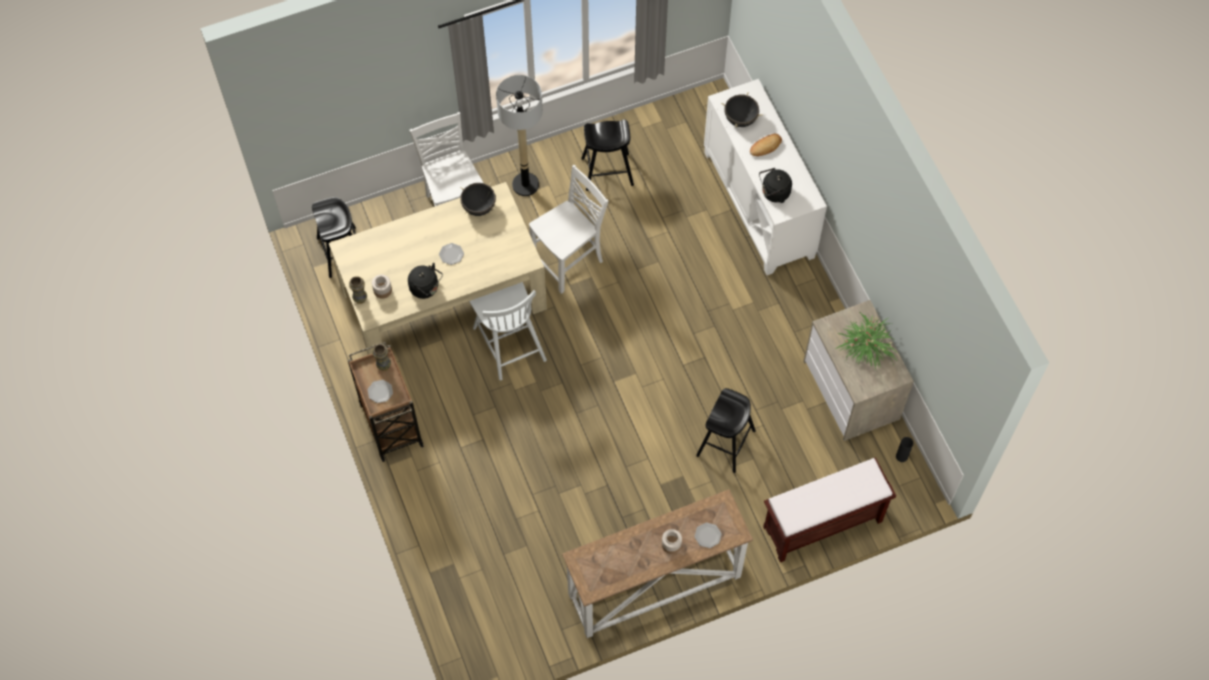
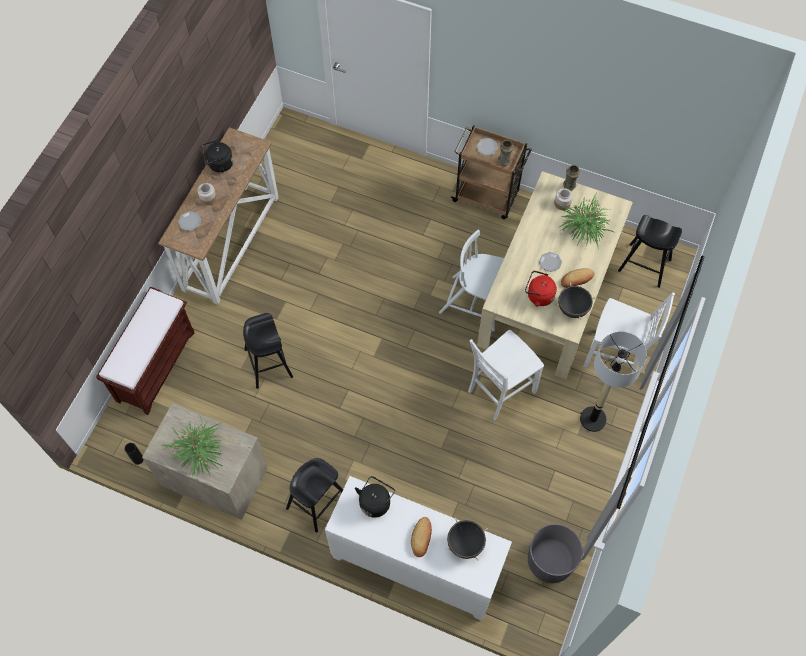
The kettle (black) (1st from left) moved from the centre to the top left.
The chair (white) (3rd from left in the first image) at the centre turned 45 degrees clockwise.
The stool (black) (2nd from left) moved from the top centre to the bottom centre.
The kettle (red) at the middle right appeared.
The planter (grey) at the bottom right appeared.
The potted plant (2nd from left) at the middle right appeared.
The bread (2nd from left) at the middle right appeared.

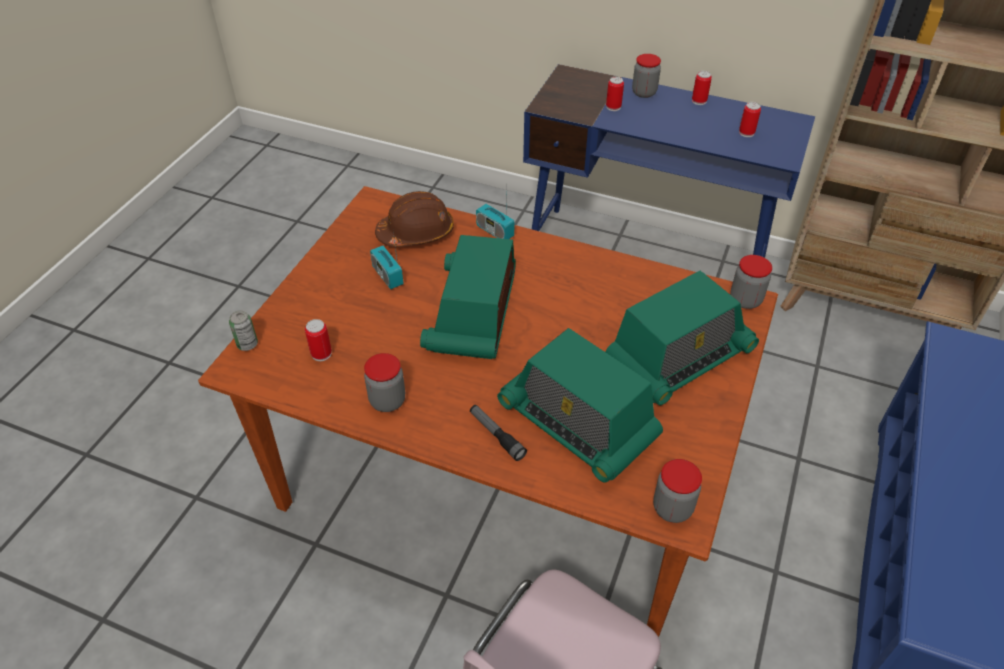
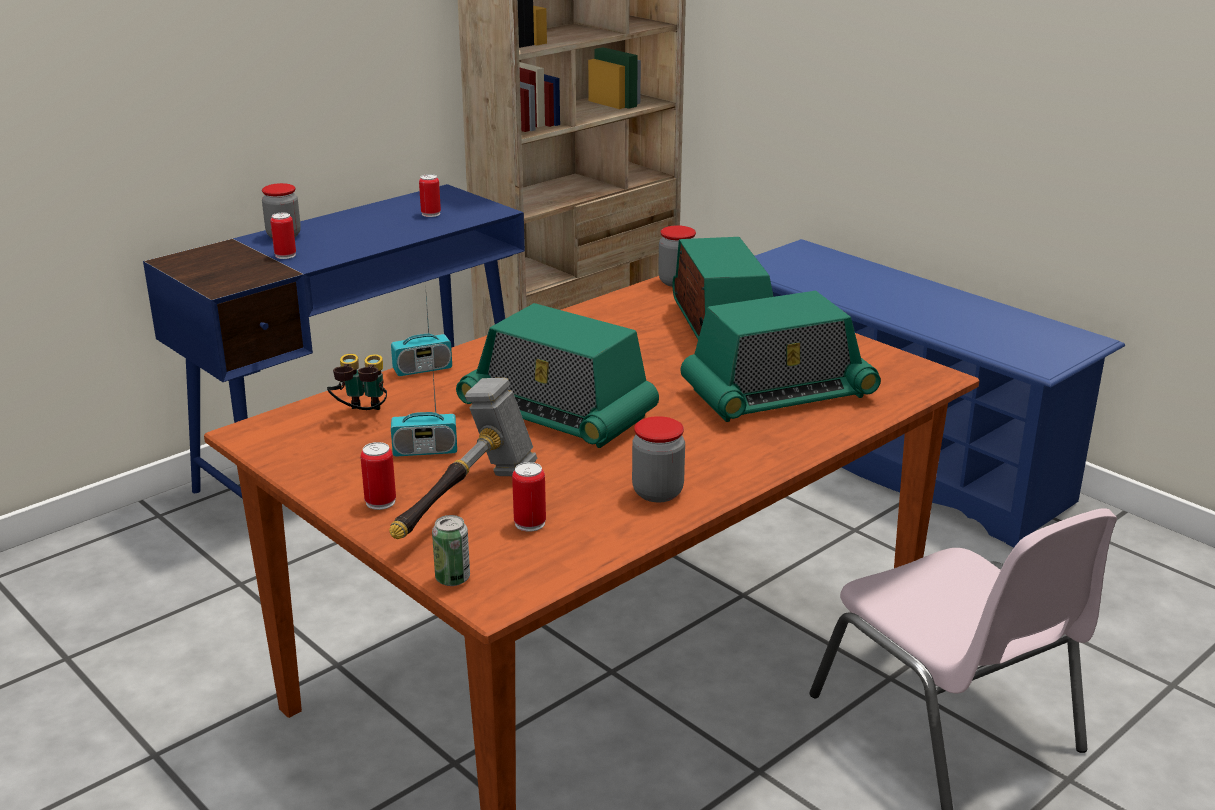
The hard hat (brown) at the top centre was replaced by the binoculars at the middle left.
The flashlight at the centre disappeared.
The jar (3rd from left) at the bottom right disappeared.
The can (4th from left in the first image) moved from the top right to the middle left.
The hammer at the centre appeared.

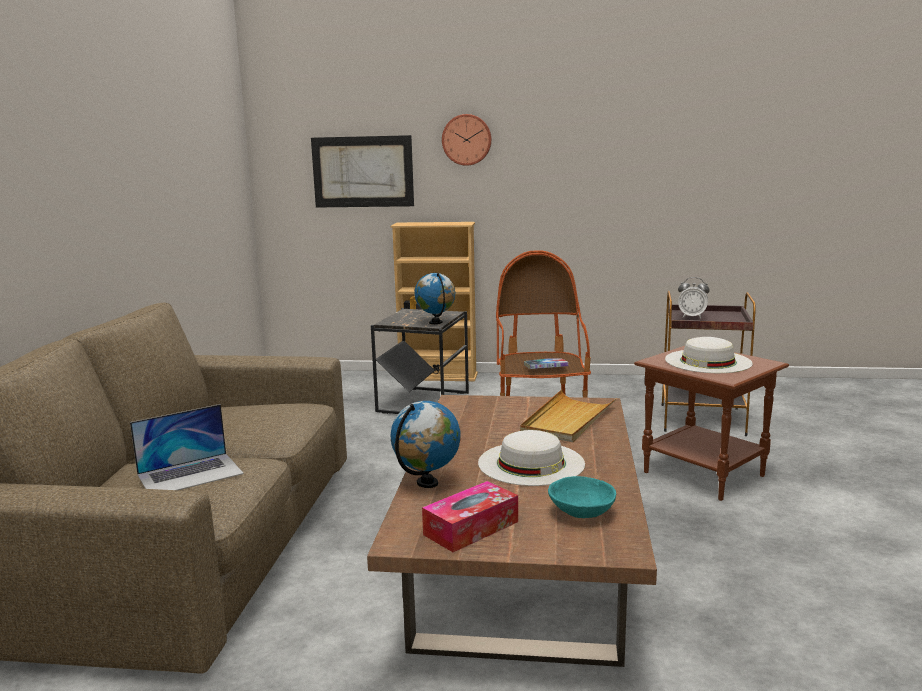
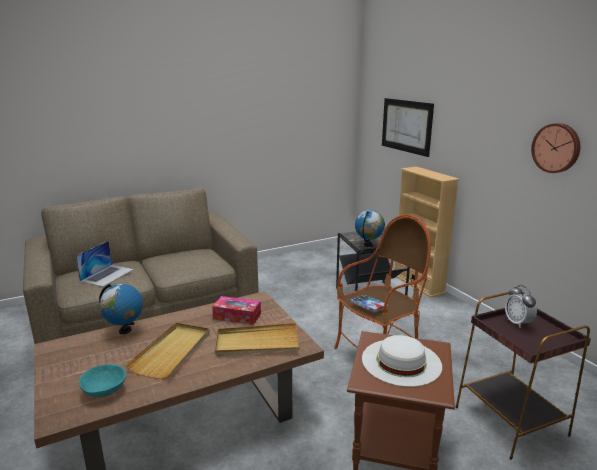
The laptop at the middle left turned 90 degrees counterclockwise.
The tissue box moved from the bottom centre to the centre.
The wall clock moved from the top centre to the top right.
The hat (white) (1st from left) at the centre was replaced by the tray (beige) (1st from left) at the bottom left.

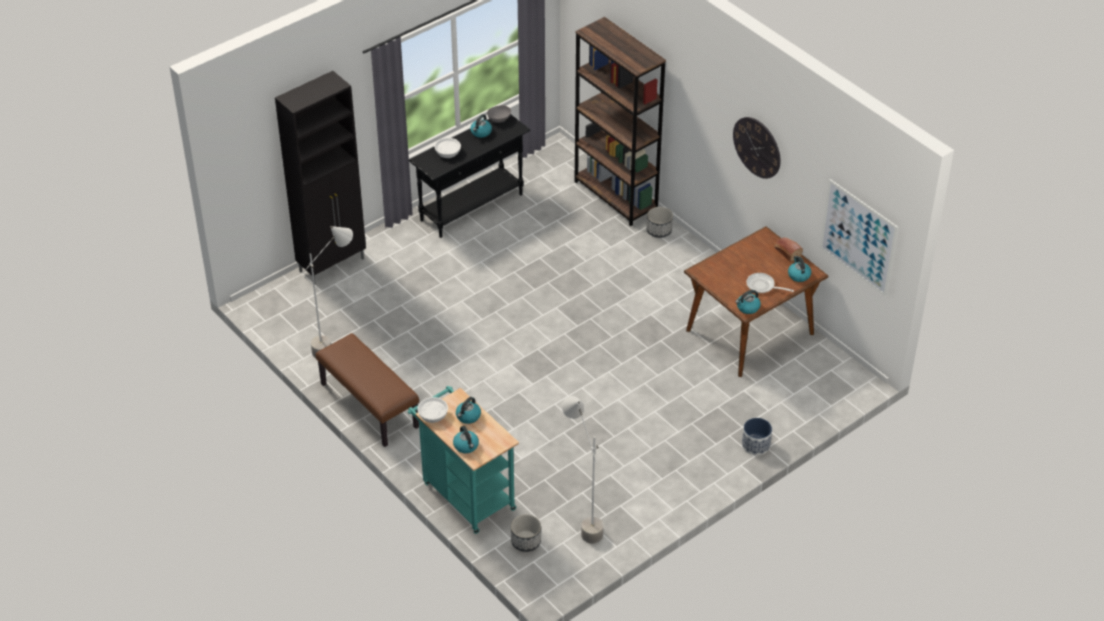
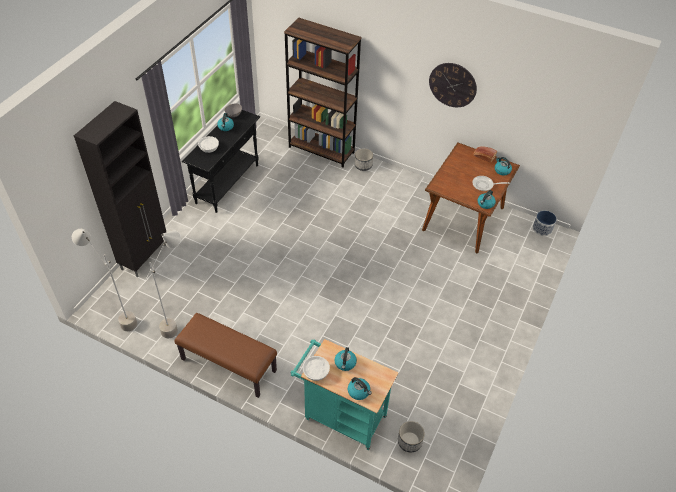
The floor lamp (grey) (2nd from left in the first image) moved from the bottom centre to the middle left.
The planter (3rd from left) moved from the bottom right to the middle right.
The picture at the middle right disappeared.

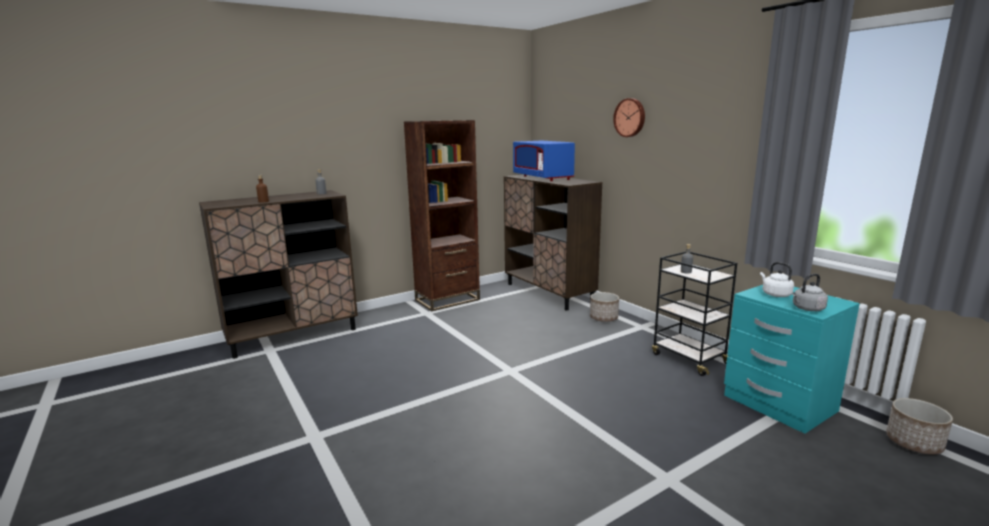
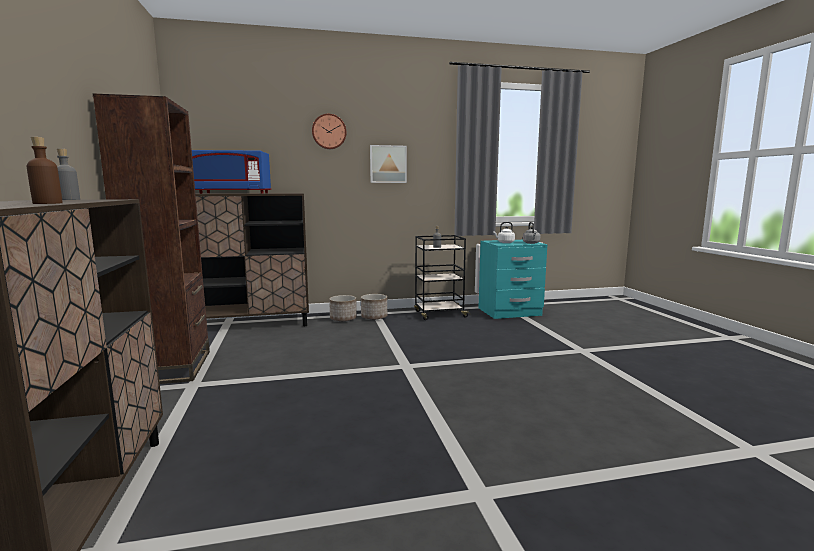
The planter (2nd from left) moved from the bottom right to the centre.
The picture at the top centre appeared.

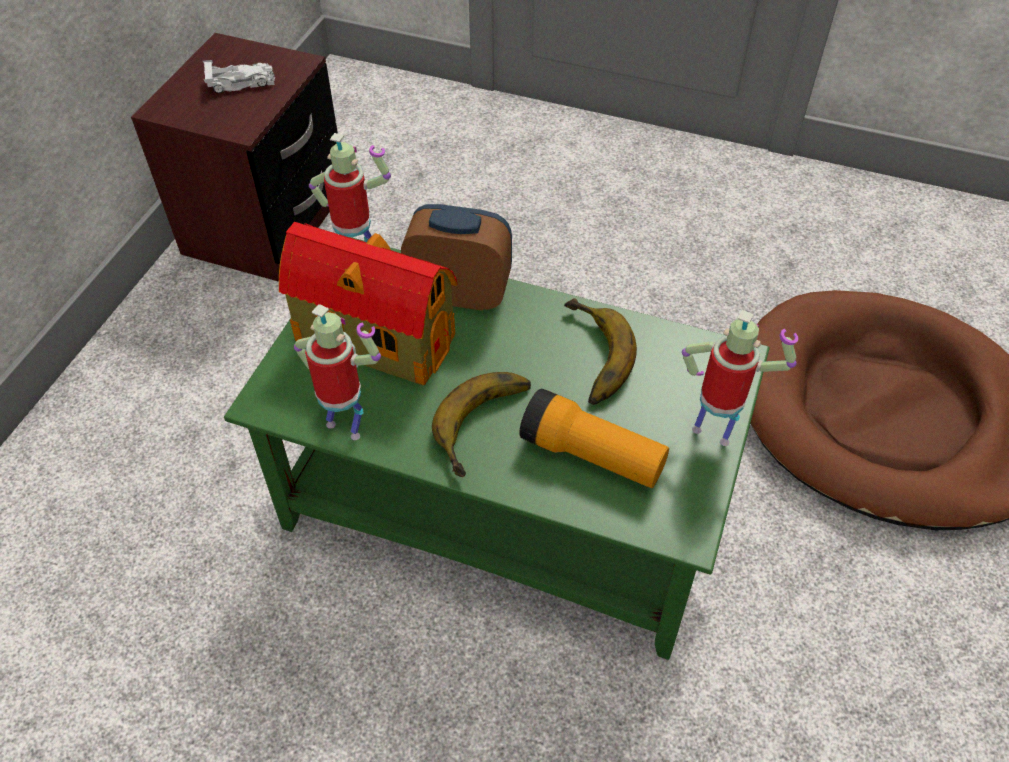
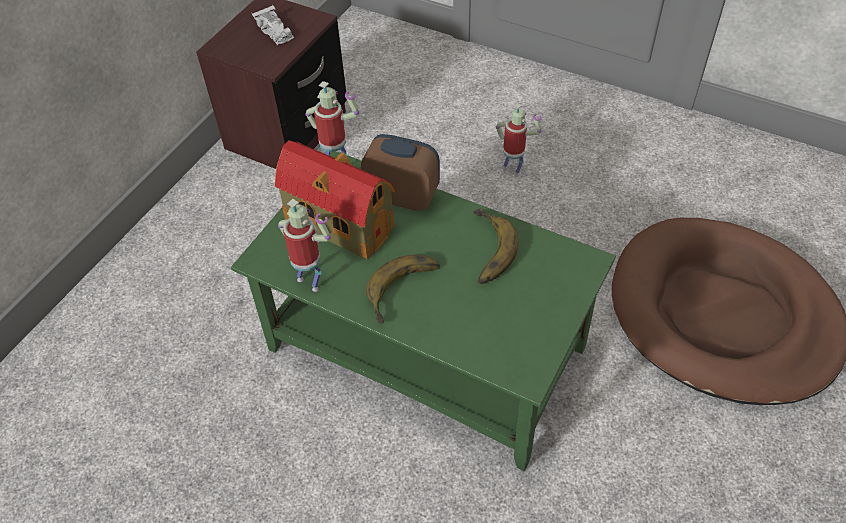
The toy car (white) at the top left turned 60 degrees clockwise.
The flashlight at the centre disappeared.
The toy robot (3rd from left) moved from the middle right to the top centre.

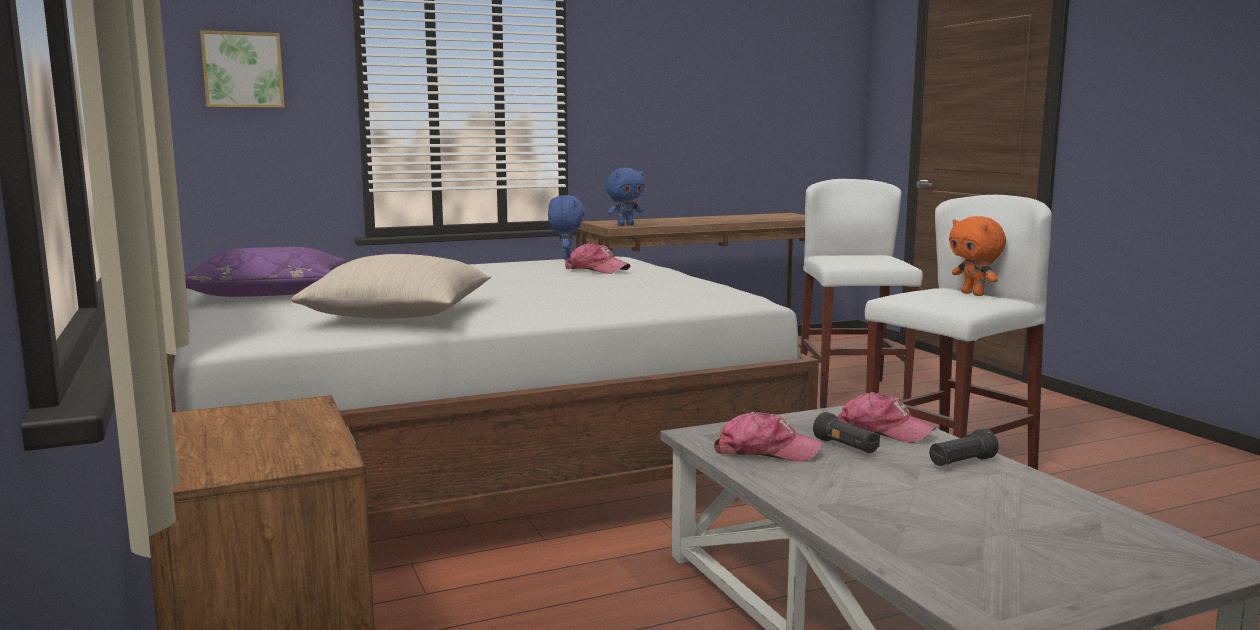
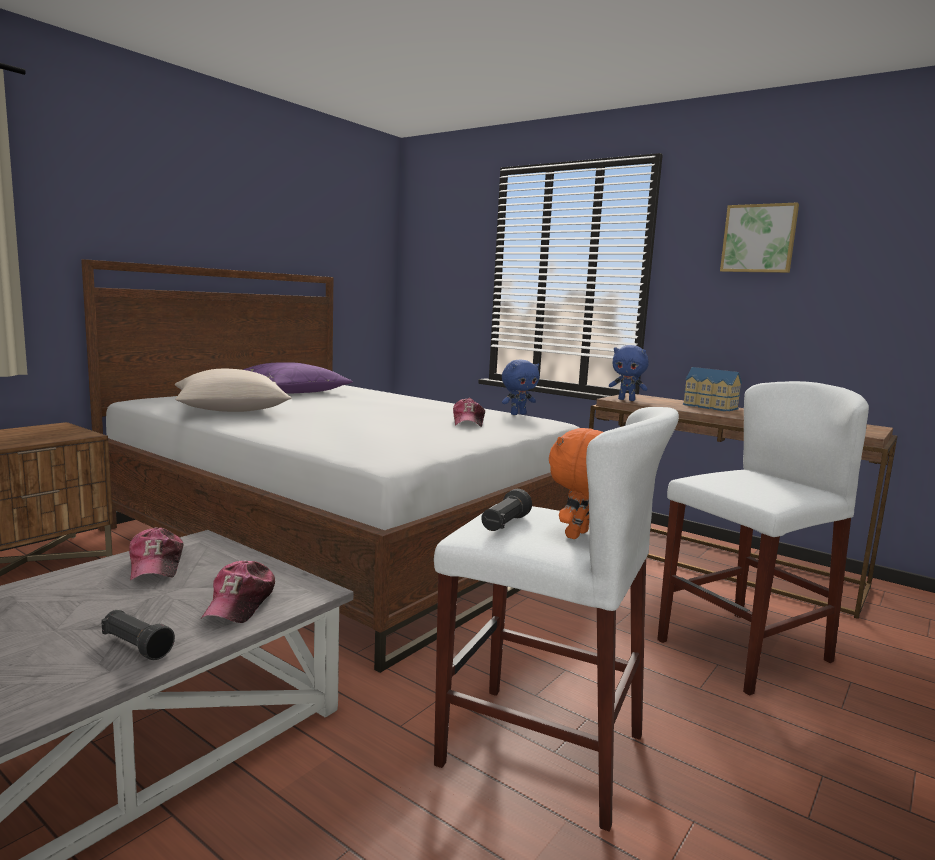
The picture moved from the top left to the top right.
The flashlight (black) (1st from left in the first image) moved from the bottom right to the centre.
The toy house at the middle right appeared.

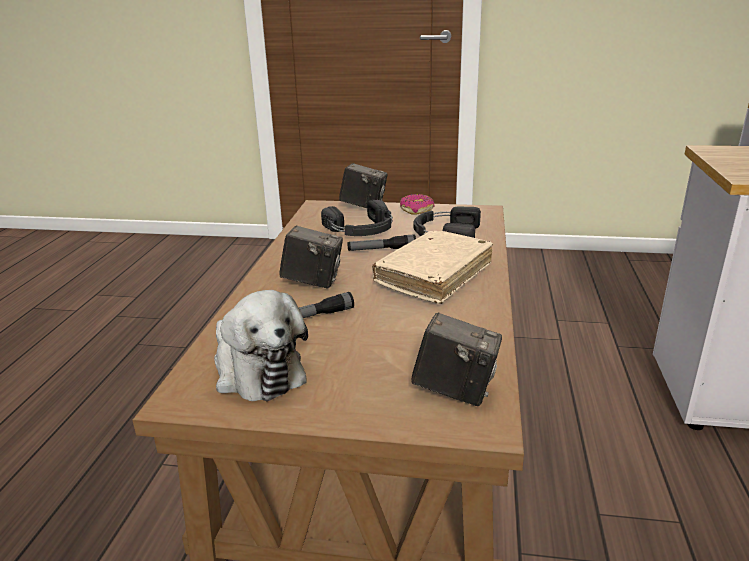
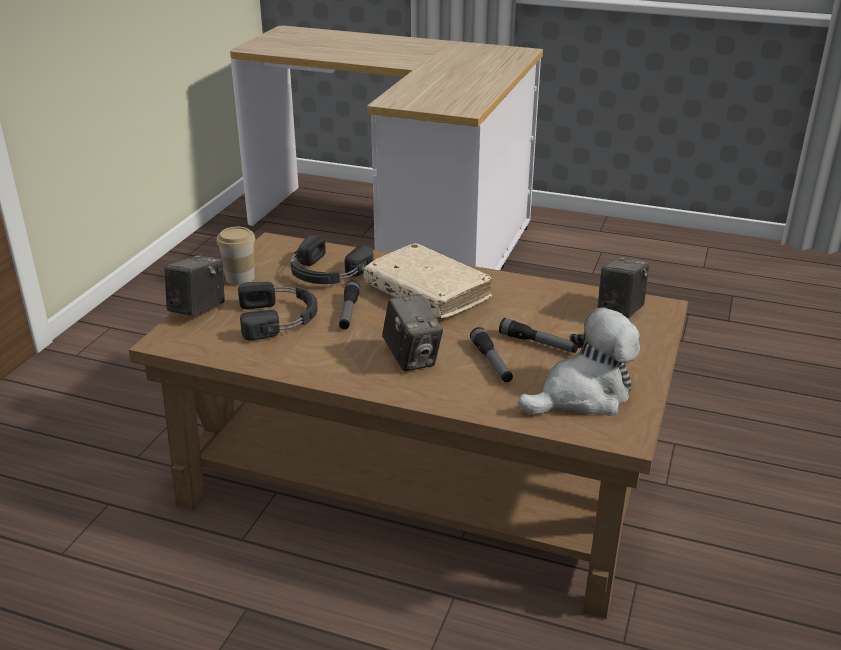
The photo camera (1st from left in the first image) at the centre turned 135 degrees clockwise.
The donut at the centre was replaced by the cup at the middle left.
The flashlight (3rd from left) at the centre appeared.

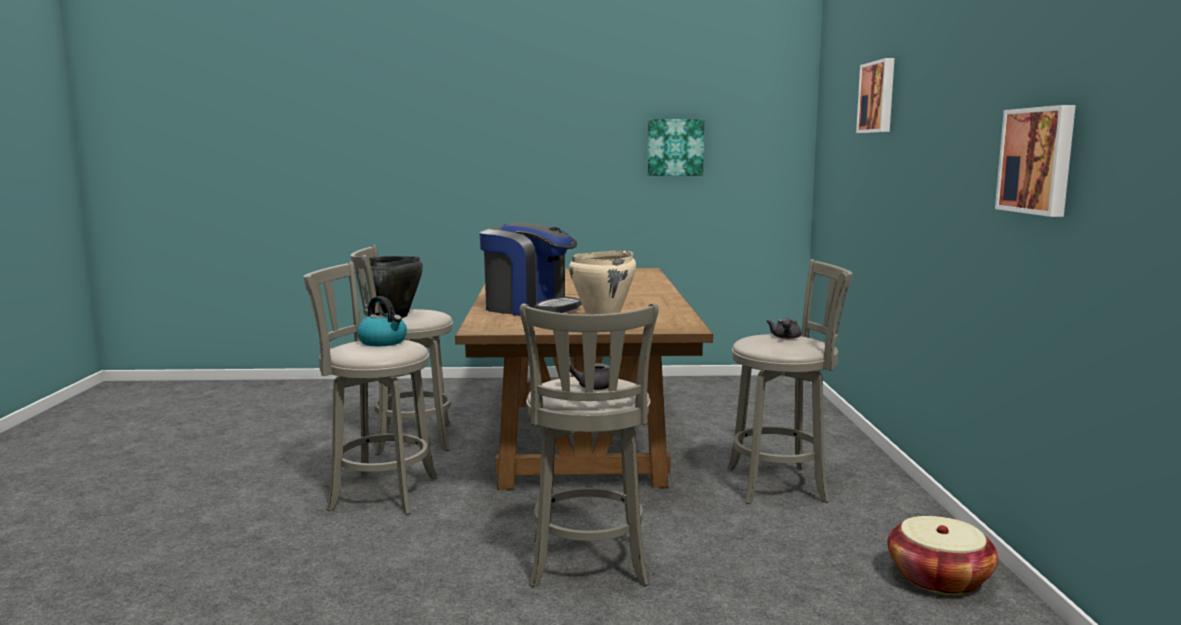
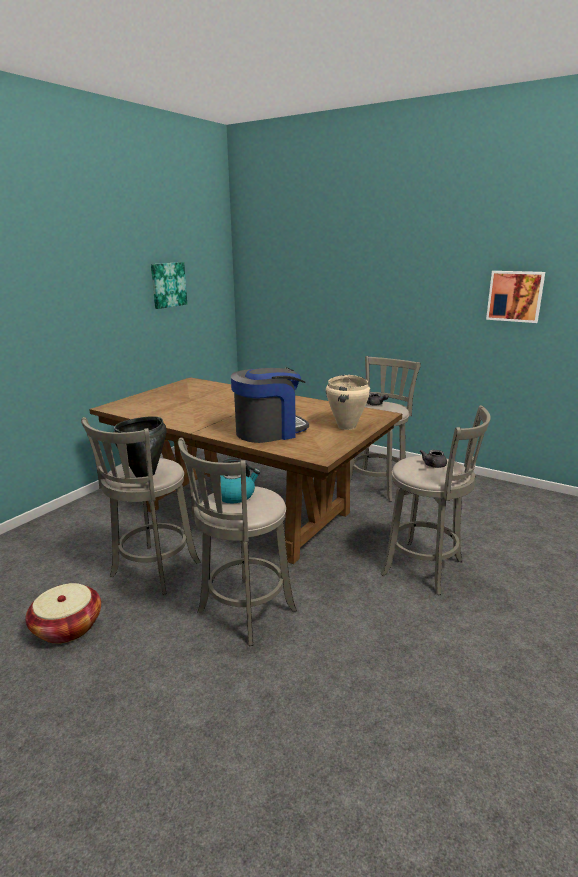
The picture (2nd from left) at the top right disappeared.
The basket moved from the bottom right to the bottom left.

